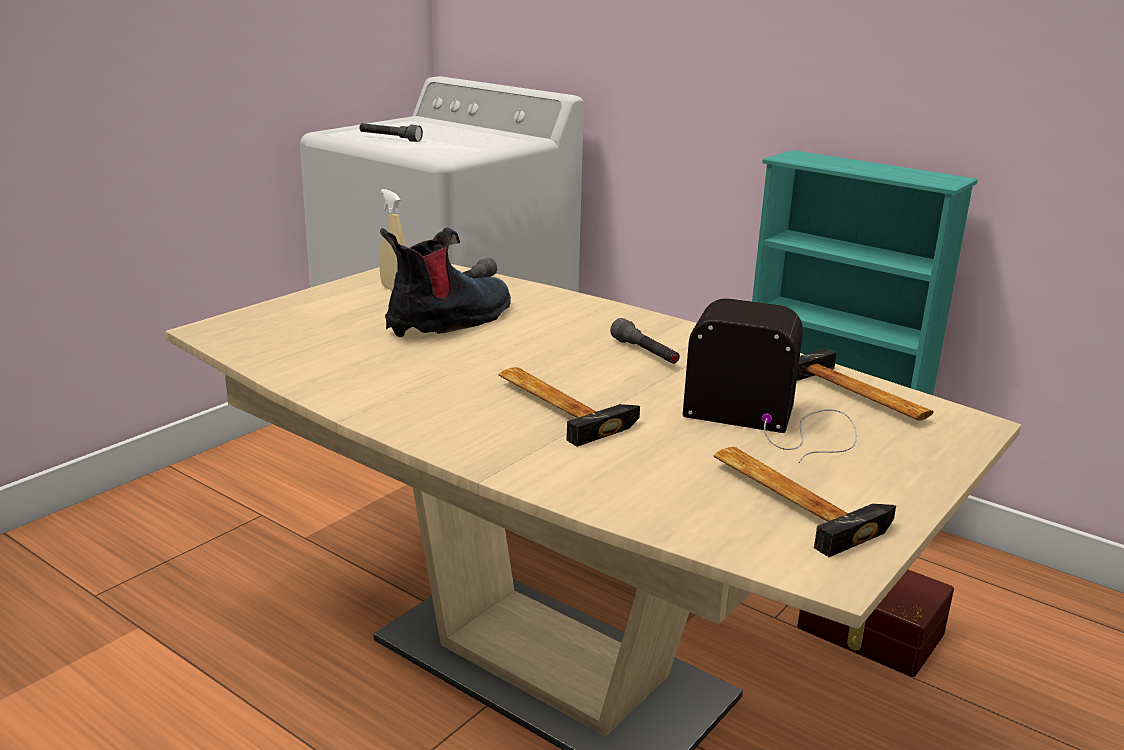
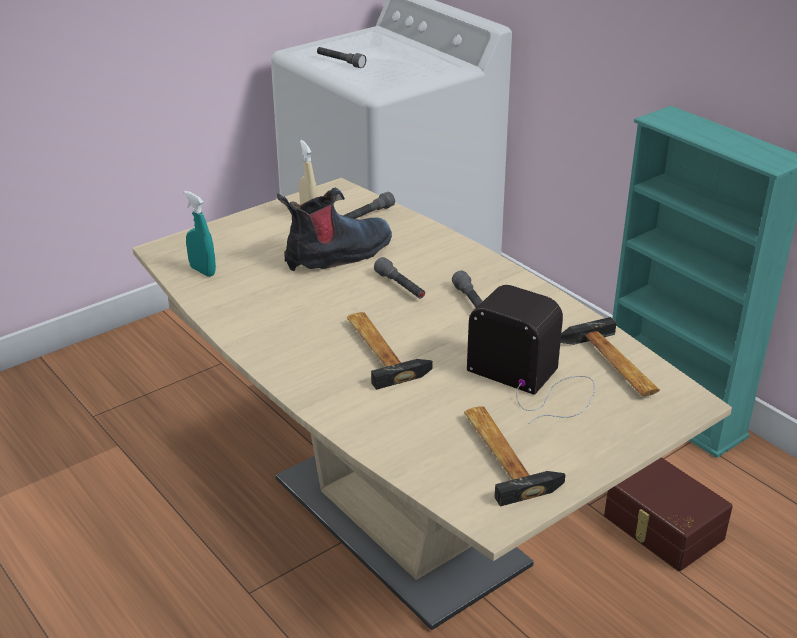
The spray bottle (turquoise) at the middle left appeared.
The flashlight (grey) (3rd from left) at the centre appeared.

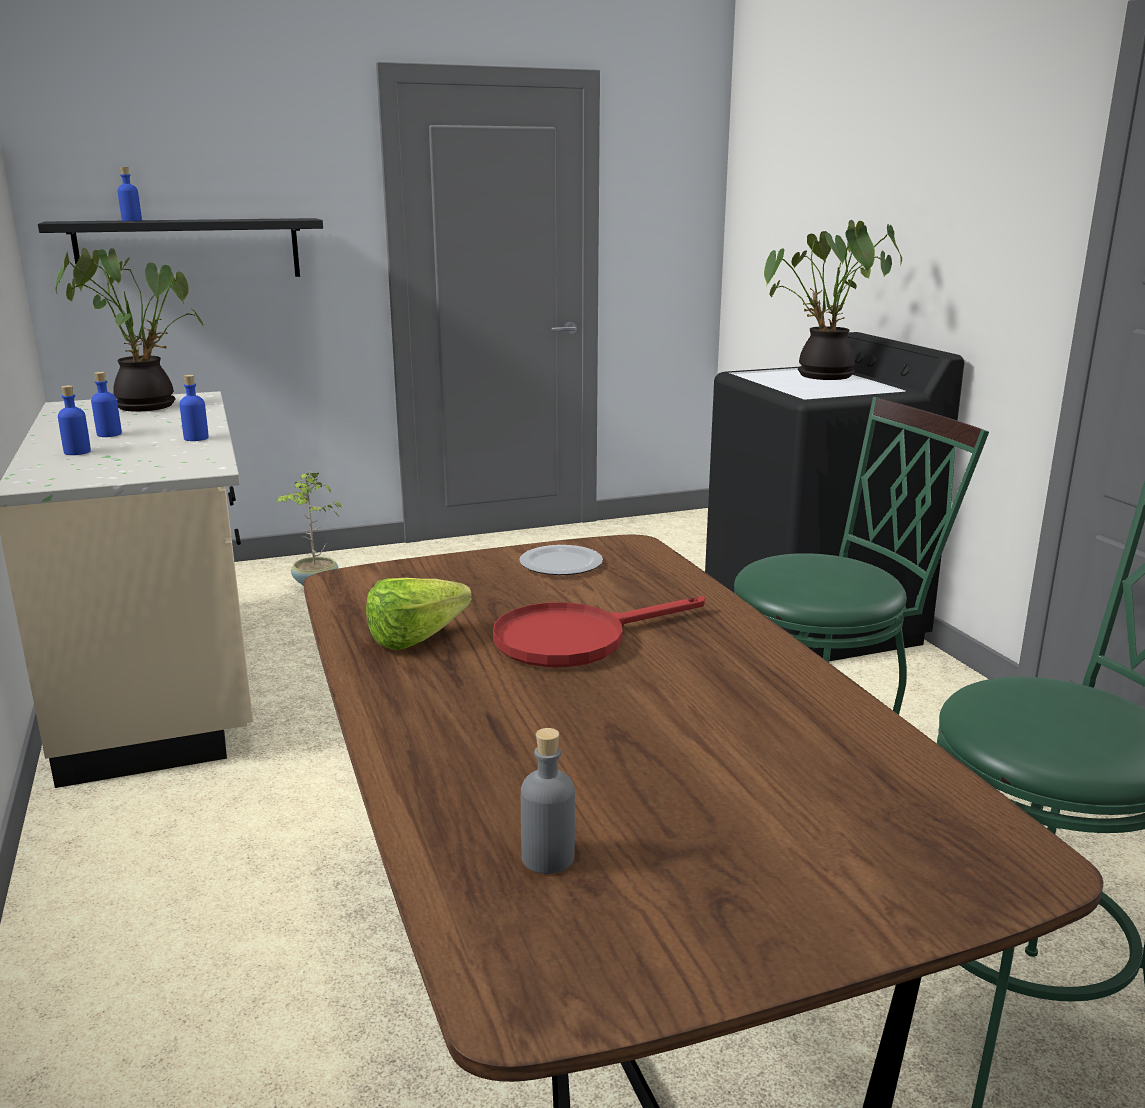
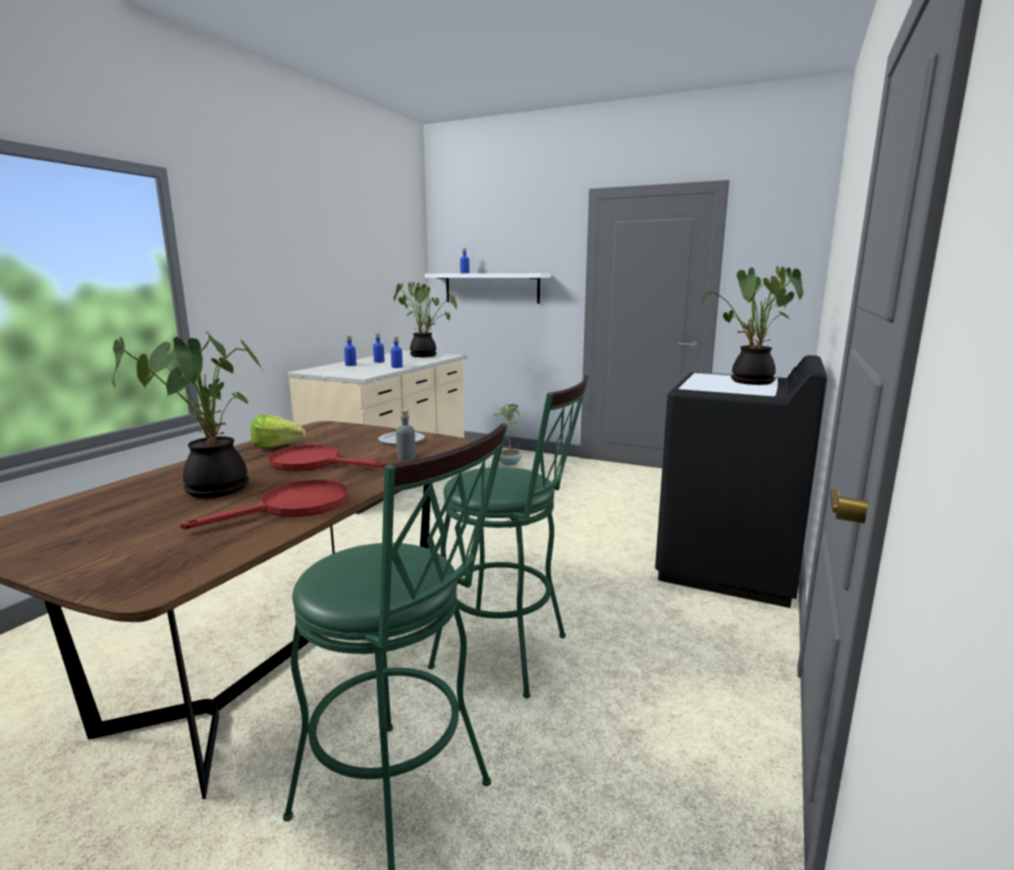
The shelf (black) at the top left became the shelf (white) at the top centre.
The bottle (grey) moved from the bottom centre to the centre.
The potted plant (1st from left) at the middle left appeared.
The frying pan (red) (1st from left) at the middle left appeared.

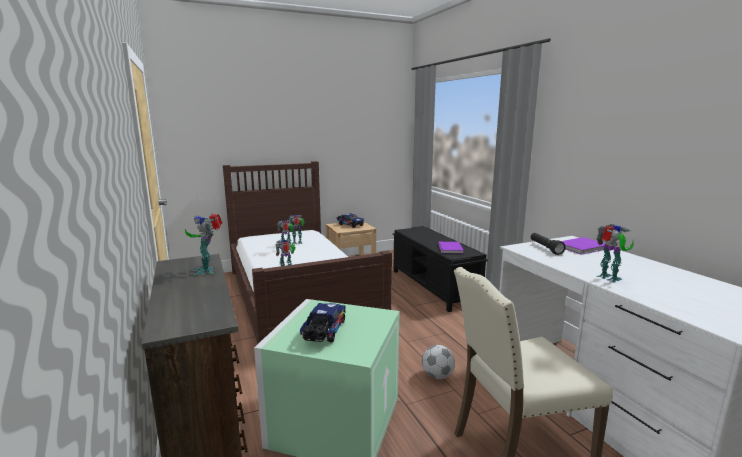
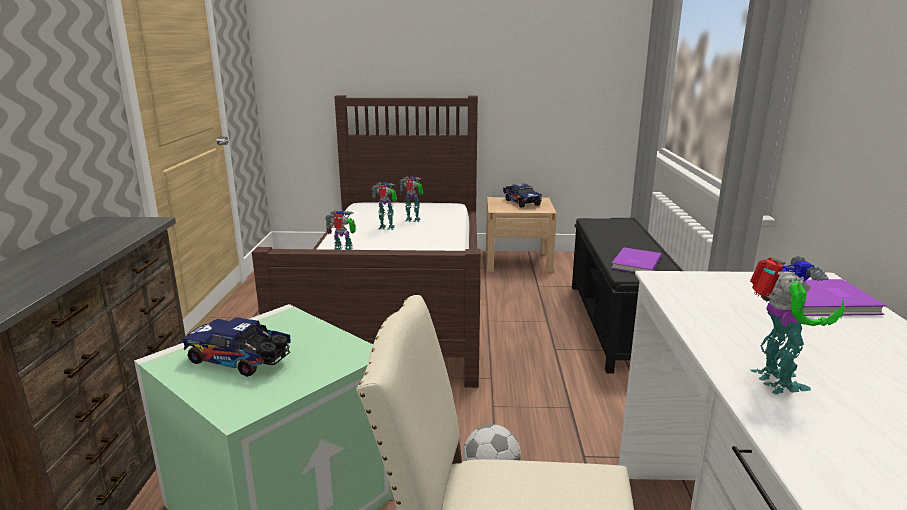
The toy robot (1st from left) at the middle left disappeared.
The toy truck (1st from left) at the bottom centre turned 105 degrees counterclockwise.
The flashlight (black) at the middle right disappeared.

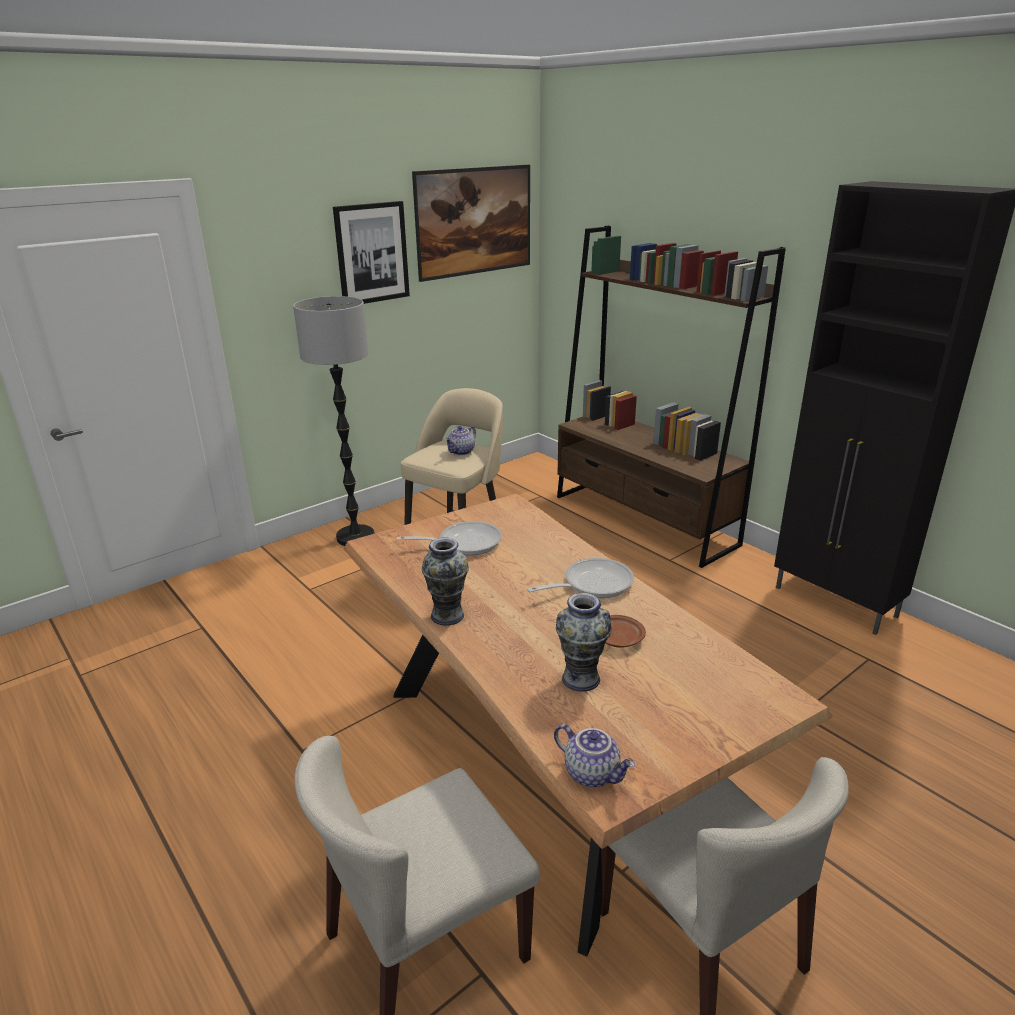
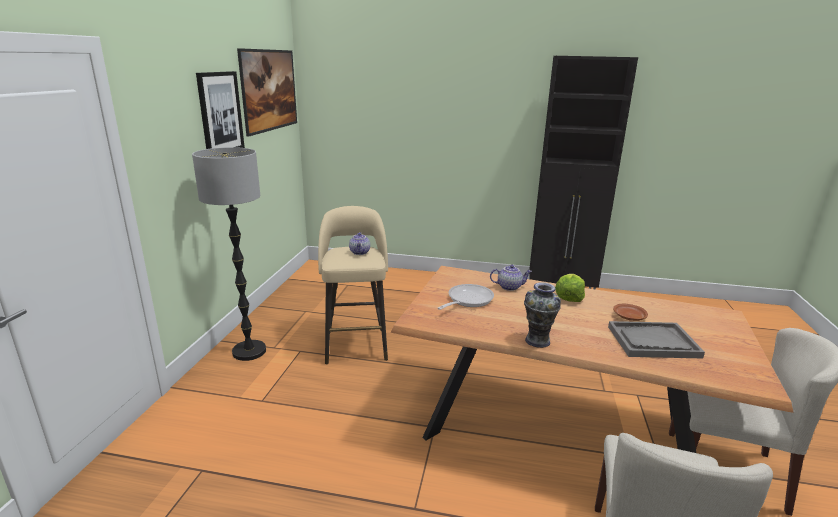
The frying pan (2nd from left) at the centre was replaced by the lettuce at the middle right.
The teapot (2nd from left) moved from the bottom centre to the centre.
The vase (2nd from left) at the centre was replaced by the tray (grey) at the middle right.
The bookcase (brown) at the centre disappeared.

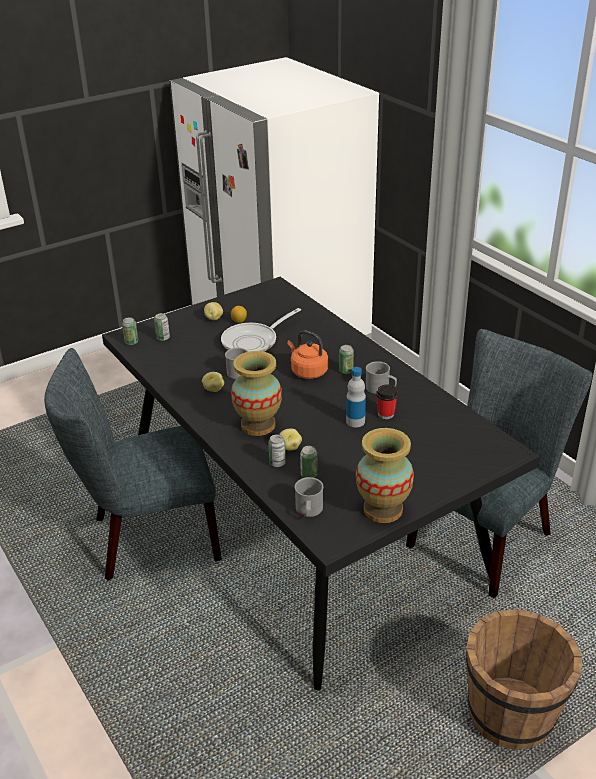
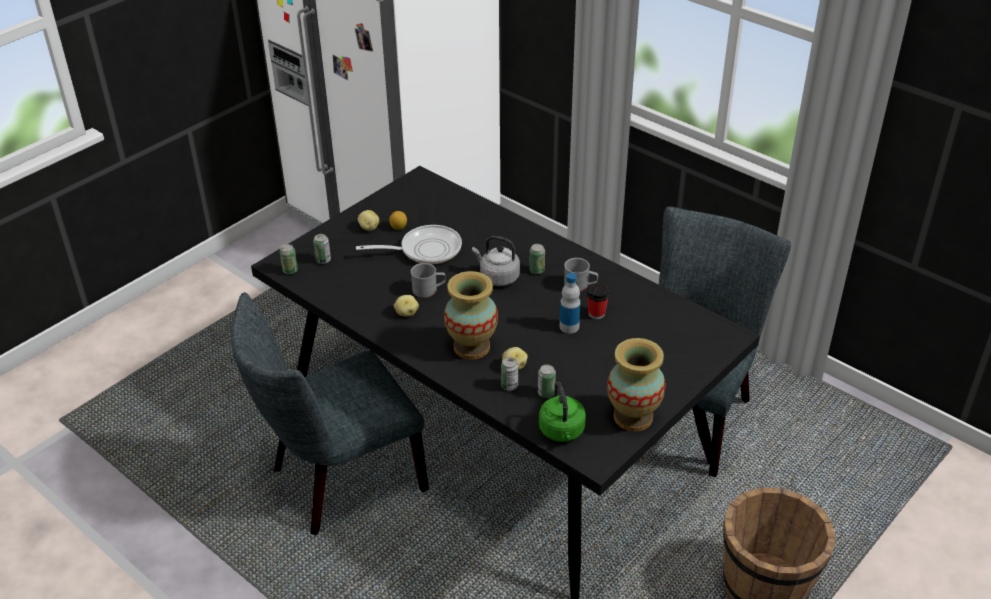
The frying pan at the centre turned 135 degrees counterclockwise.
The kettle (orange) at the centre became the kettle (grey) at the centre.
The mug (grey) (2nd from left) at the centre was replaced by the kettle (green) at the bottom centre.

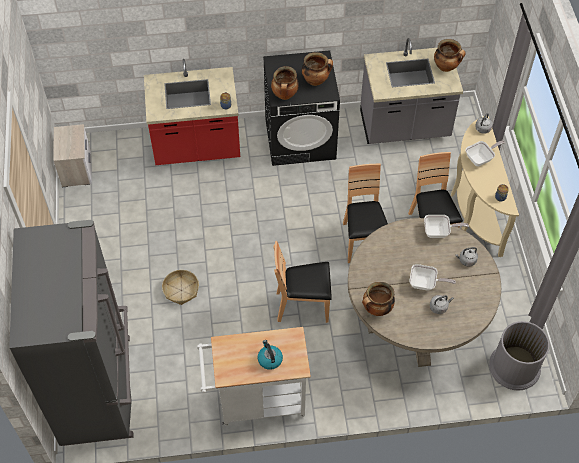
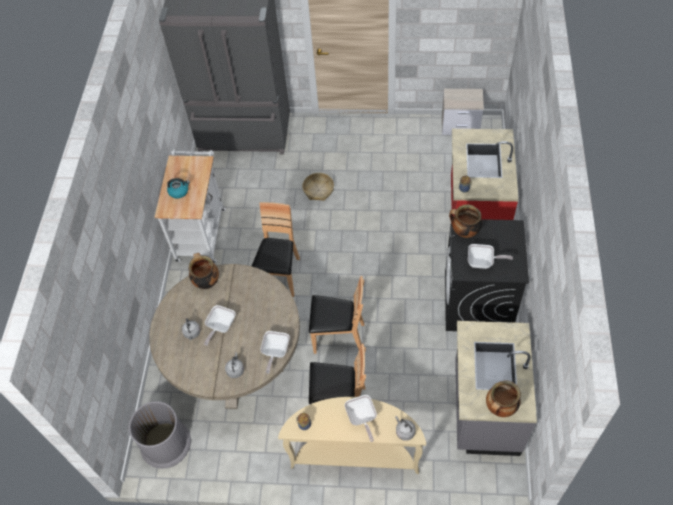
The cooking pot (2nd from left) at the top centre was replaced by the frying pan (4th from left) at the middle right.

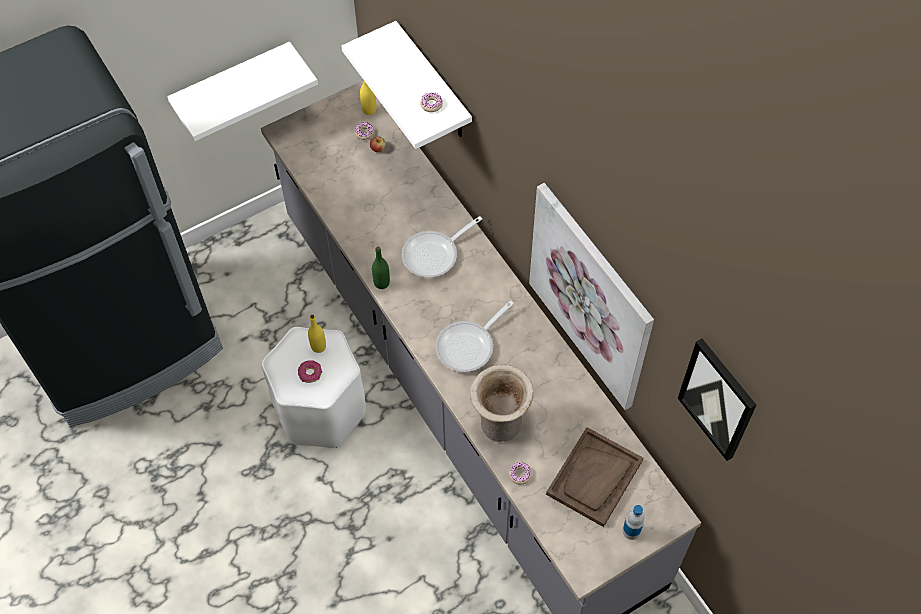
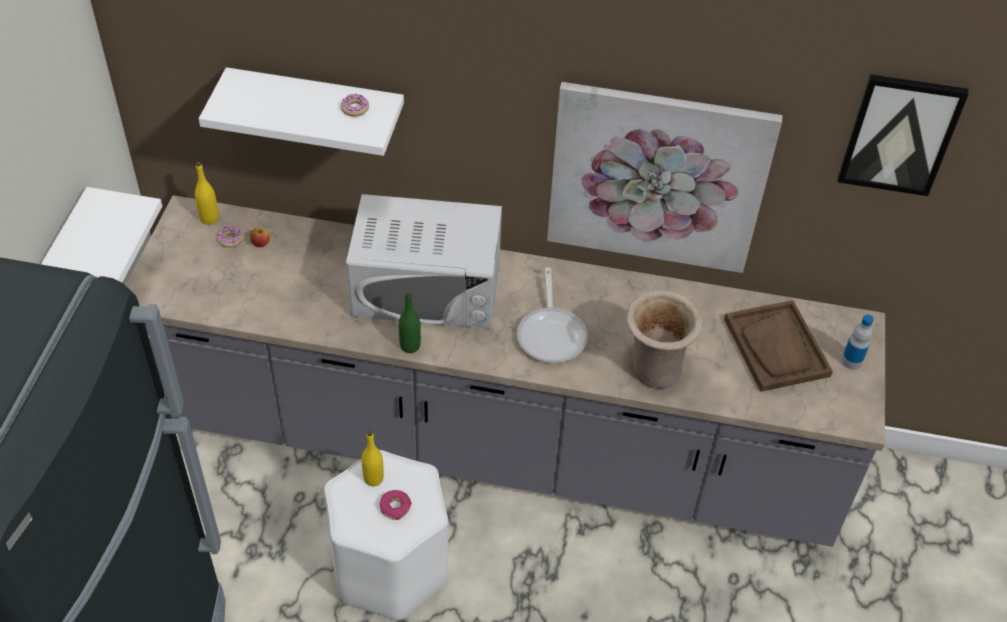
The frying pan (1st from left) at the centre was replaced by the microwave (white) at the centre.
The donut (4th from left) at the bottom centre disappeared.

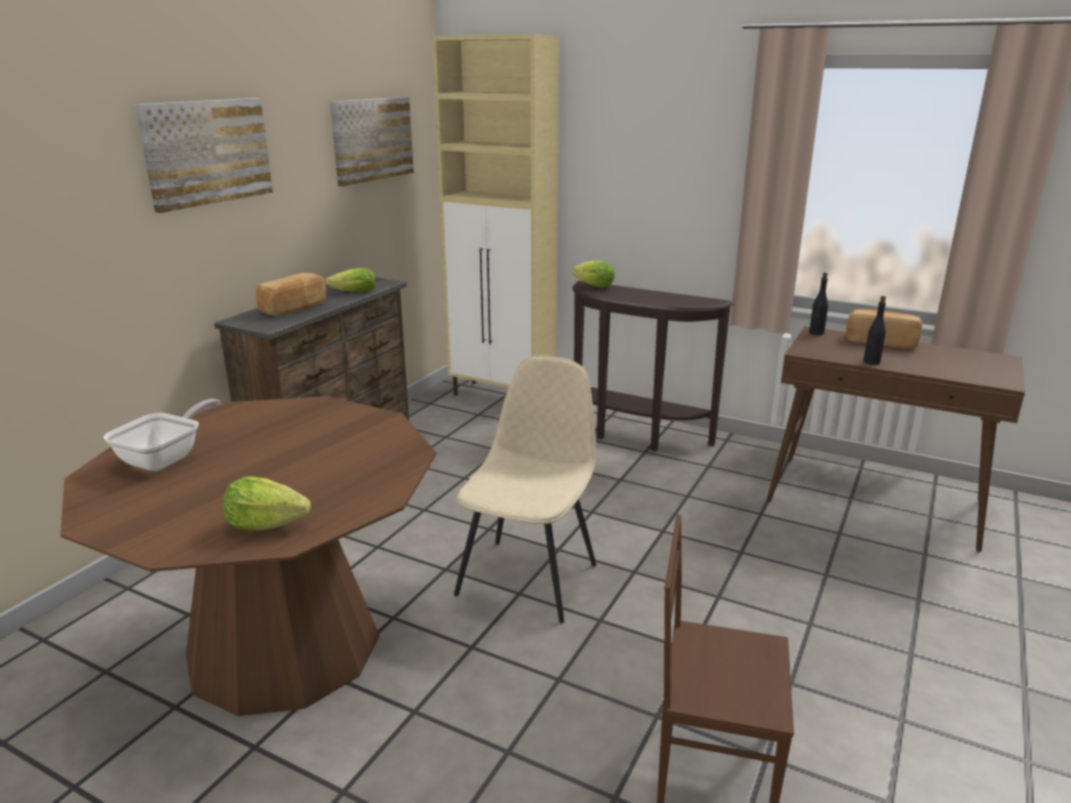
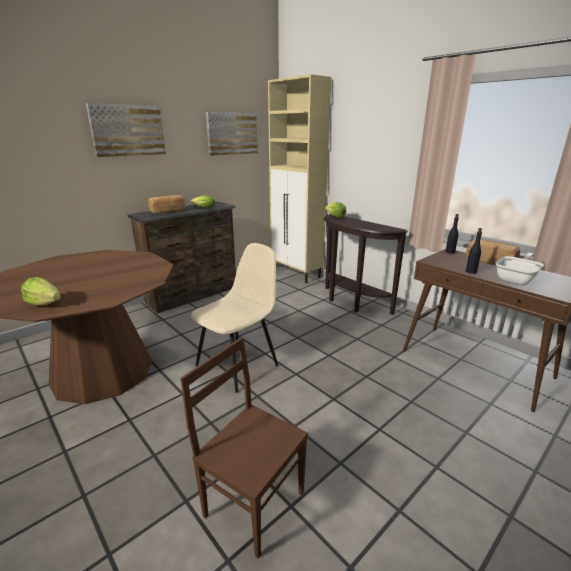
The frying pan moved from the middle left to the middle right.

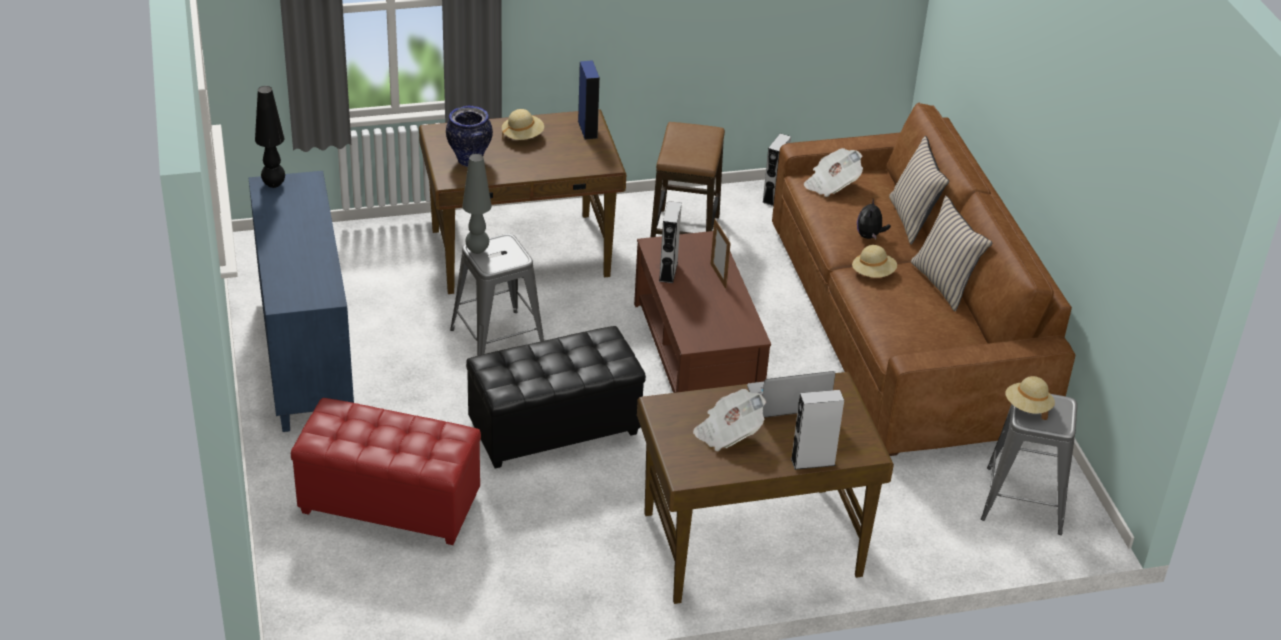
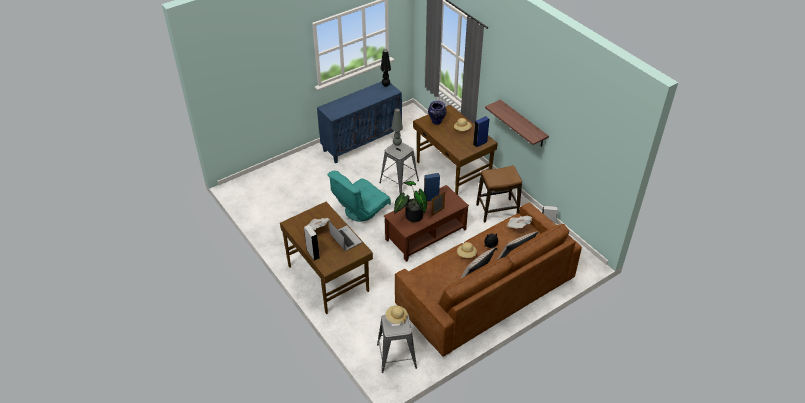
The ottoman (red) at the bottom left disappeared.
The ottoman (black) at the centre was replaced by the armchair (turquoise) at the centre.
The speaker (grey) (1st from left) at the centre became the speaker (blue) (1st from left) at the centre.
The potted plant at the centre appeared.
The shelf at the top centre appeared.

